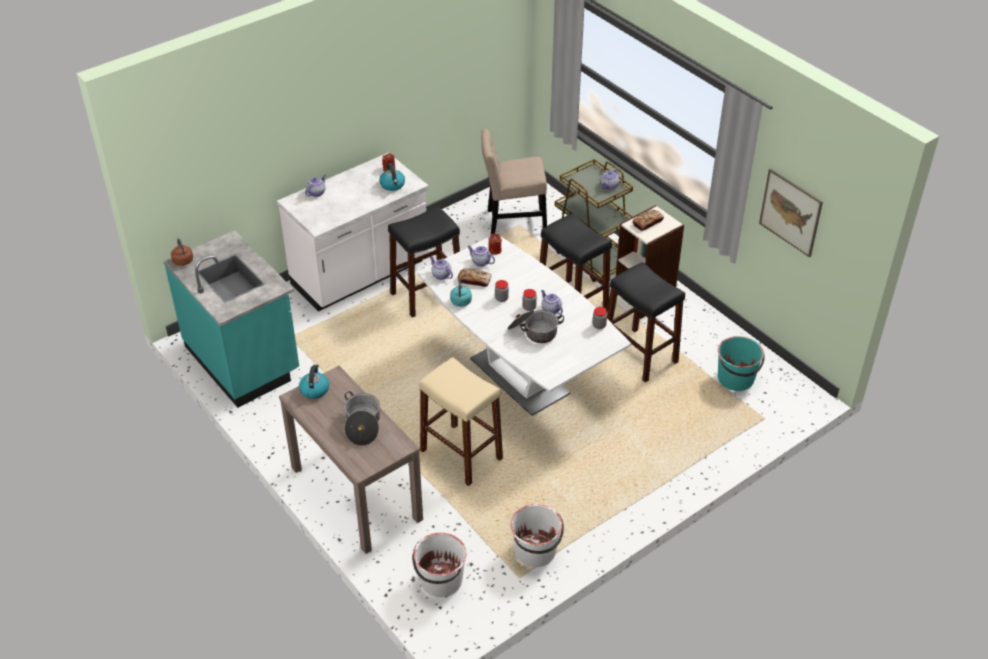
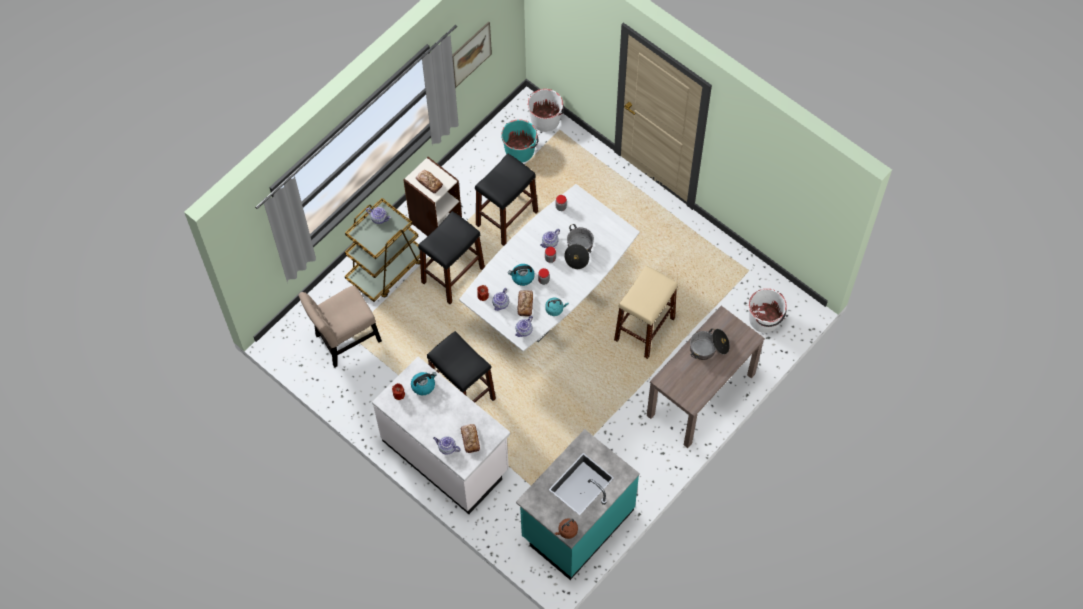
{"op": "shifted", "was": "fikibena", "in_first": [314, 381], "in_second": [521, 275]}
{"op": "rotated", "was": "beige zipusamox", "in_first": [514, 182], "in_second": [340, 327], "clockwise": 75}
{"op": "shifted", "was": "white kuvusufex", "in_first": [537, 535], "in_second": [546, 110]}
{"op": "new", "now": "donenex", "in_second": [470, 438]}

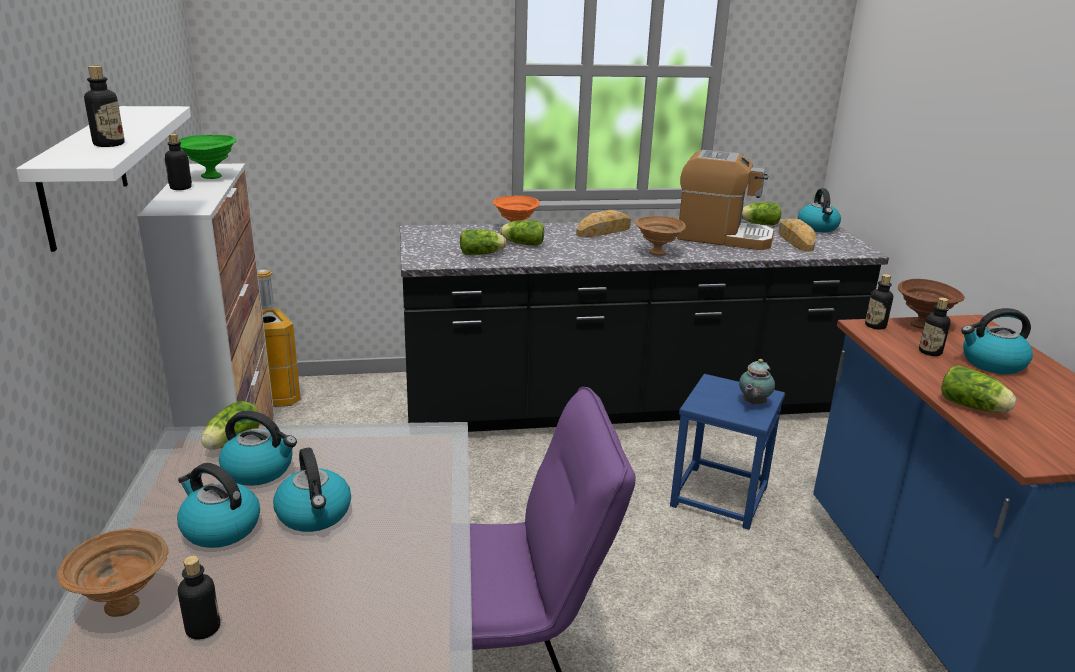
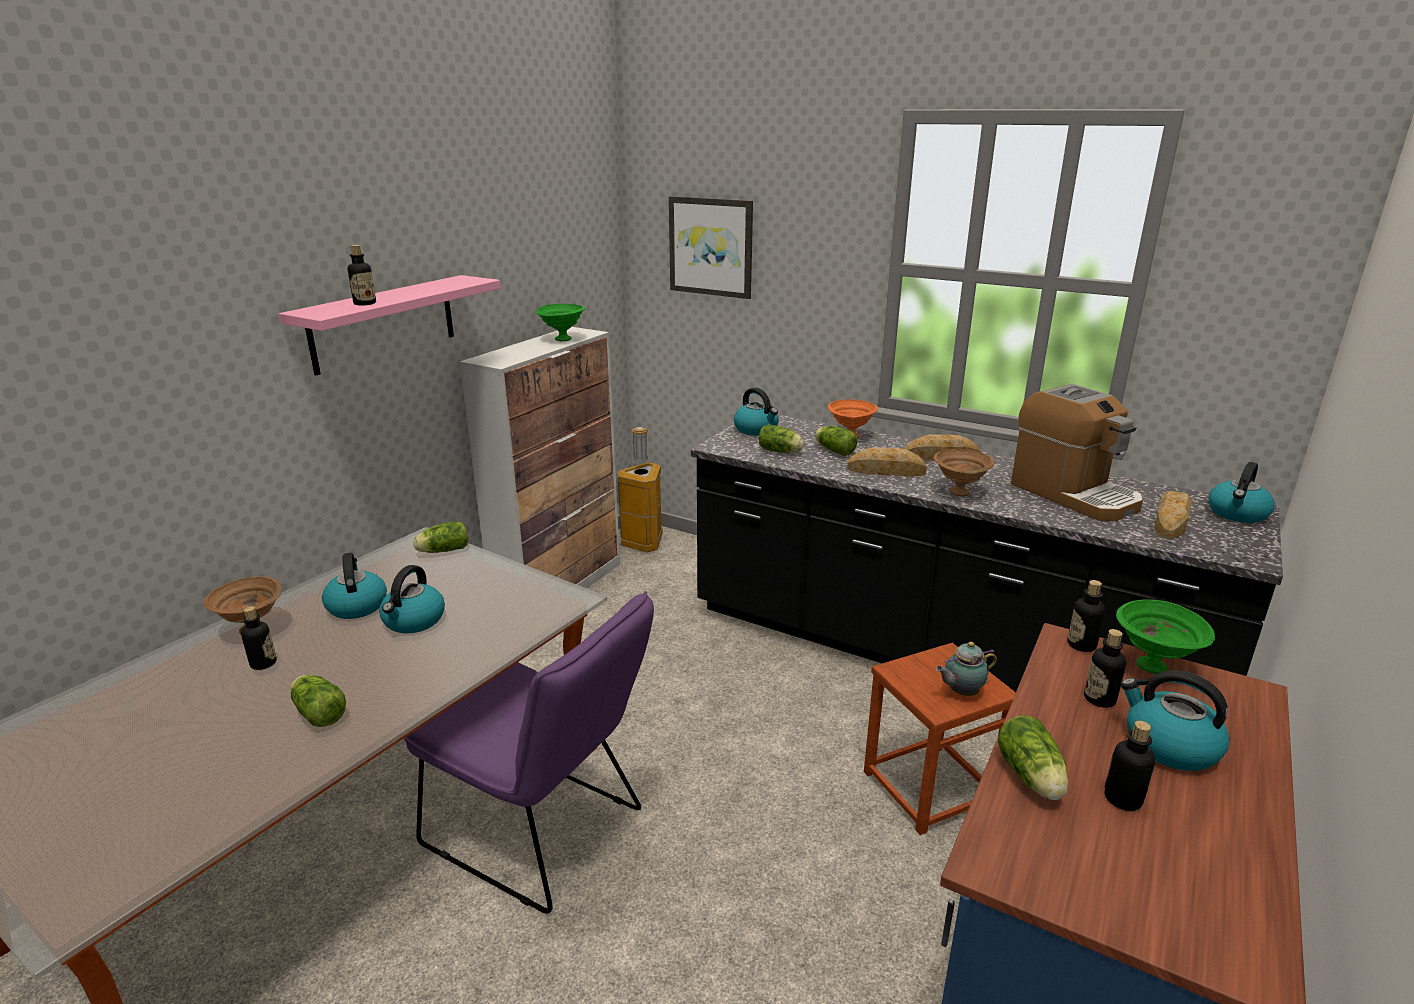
{"op": "repainted", "was": "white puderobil", "now": "pink puderobil", "in_first": [103, 179], "in_second": [390, 325]}
{"op": "shifted", "was": "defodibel", "in_first": [178, 162], "in_second": [1129, 766]}
{"op": "shifted", "was": "fikibena", "in_first": [258, 448], "in_second": [756, 411]}
{"op": "repainted", "was": "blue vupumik", "now": "brown vupumik", "in_first": [727, 452], "in_second": [940, 739]}
{"op": "shifted", "was": "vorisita", "in_first": [761, 213], "in_second": [318, 701]}
{"op": "repainted", "was": "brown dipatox", "now": "green dipatox", "in_first": [931, 304], "in_second": [1165, 636]}
{"op": "new", "now": "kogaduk", "in_second": [711, 247]}
{"op": "new", "now": "donenex", "in_second": [887, 462]}

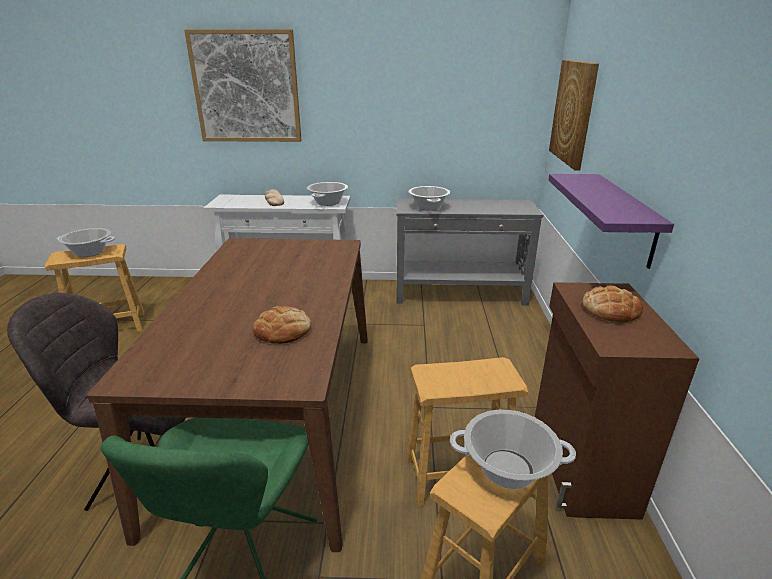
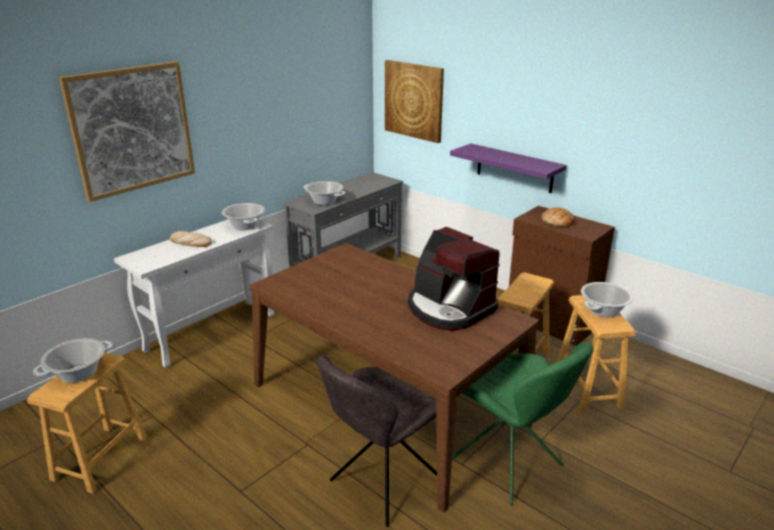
{"op": "swapped", "was": "donenex", "now": "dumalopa", "in_first": [282, 325], "in_second": [454, 279]}

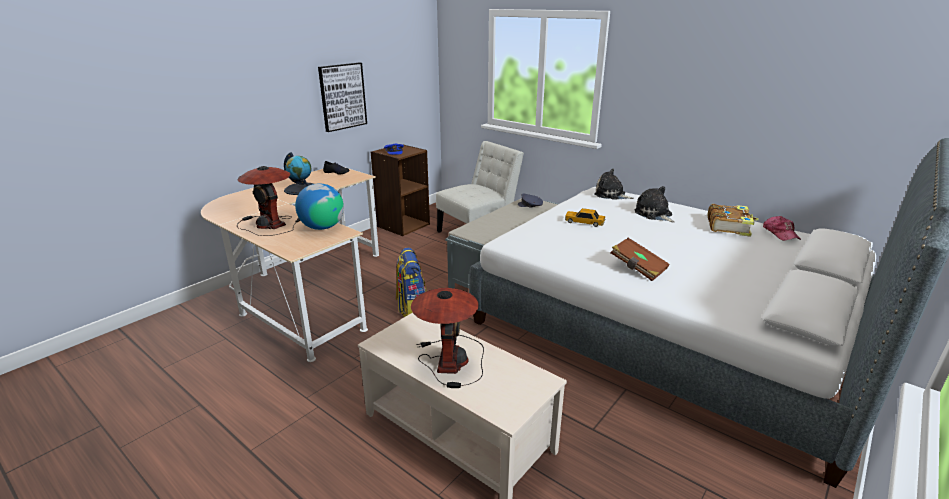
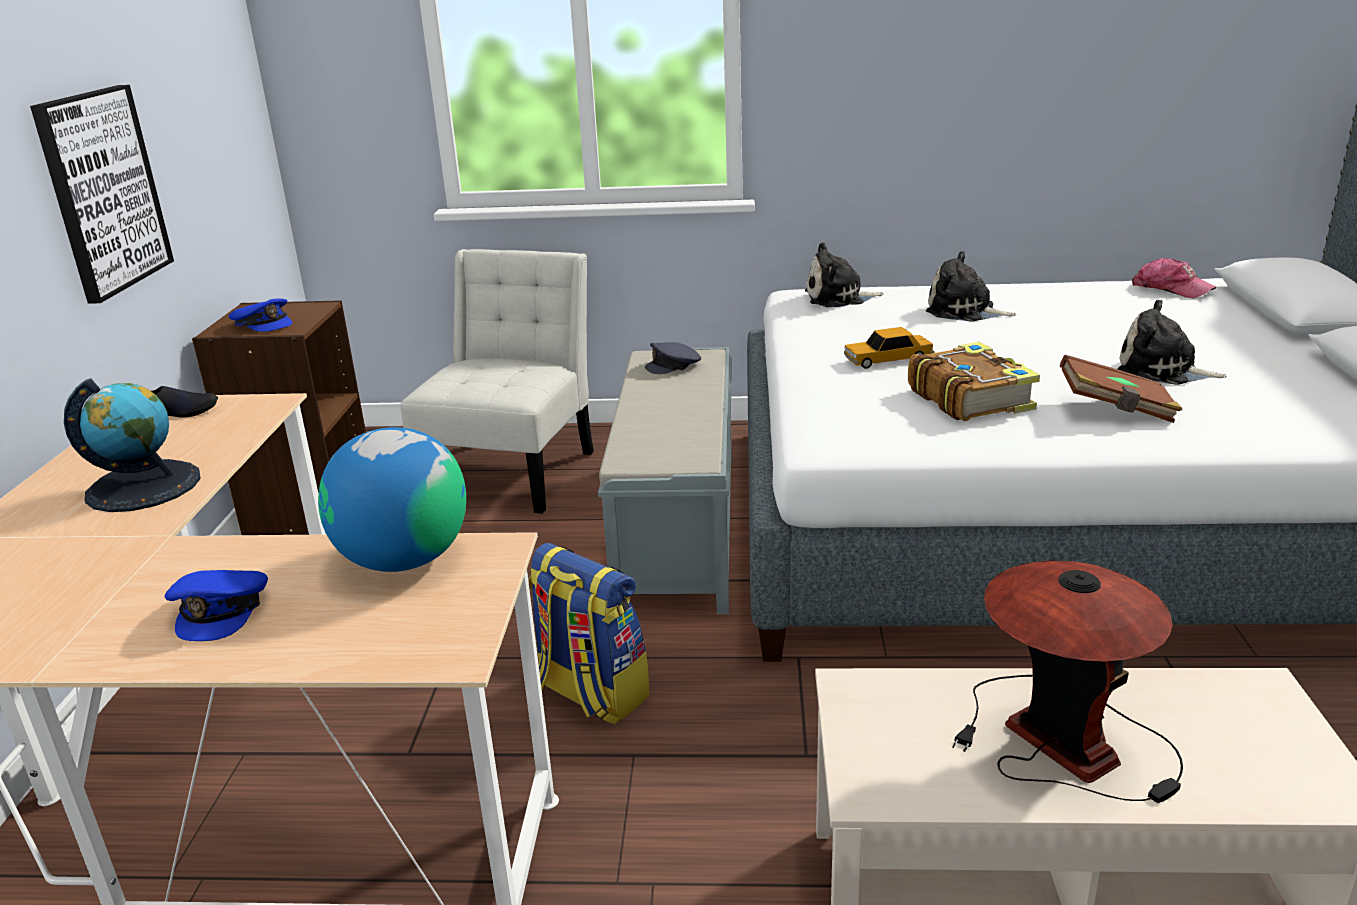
{"op": "swapped", "was": "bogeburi", "now": "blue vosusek", "in_first": [269, 201], "in_second": [216, 605]}
{"op": "shifted", "was": "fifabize", "in_first": [733, 220], "in_second": [974, 381]}
{"op": "new", "now": "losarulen", "in_second": [1172, 342]}

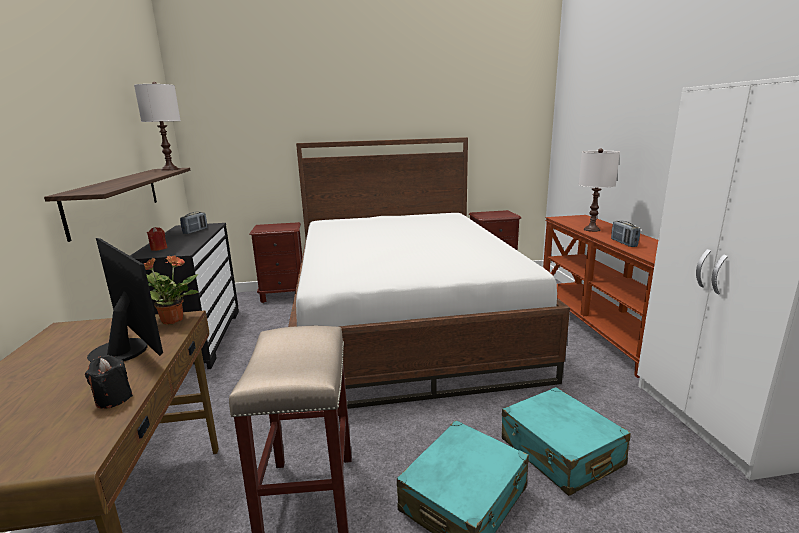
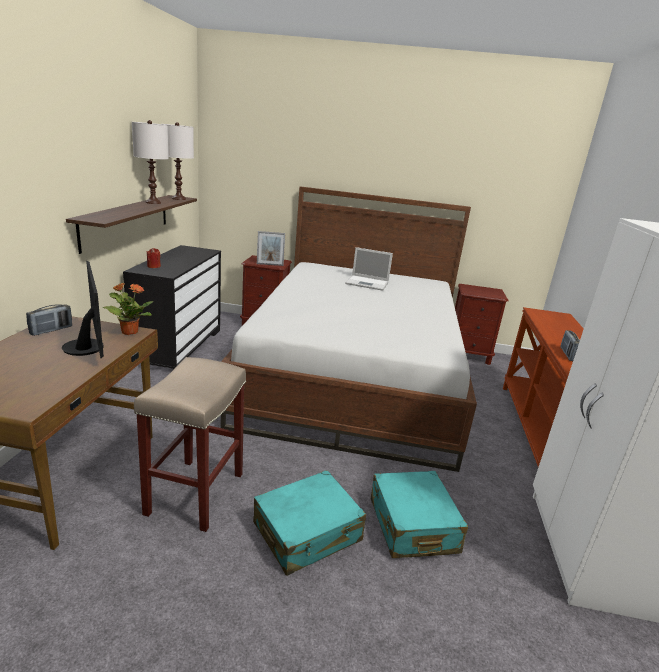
{"op": "gone", "was": "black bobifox", "in_first": [109, 382]}
{"op": "shifted", "was": "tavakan", "in_first": [194, 223], "in_second": [49, 320]}
{"op": "shifted", "was": "white bogeburi", "in_first": [599, 190], "in_second": [150, 162]}
{"op": "new", "now": "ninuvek", "in_second": [271, 248]}
{"op": "new", "now": "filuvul", "in_second": [369, 269]}

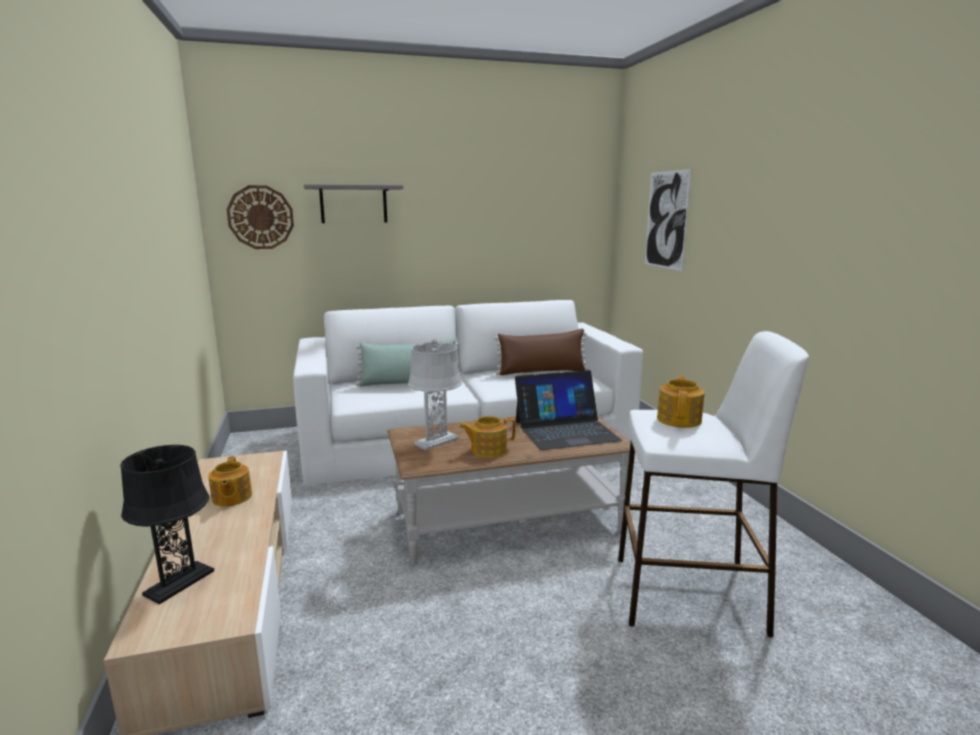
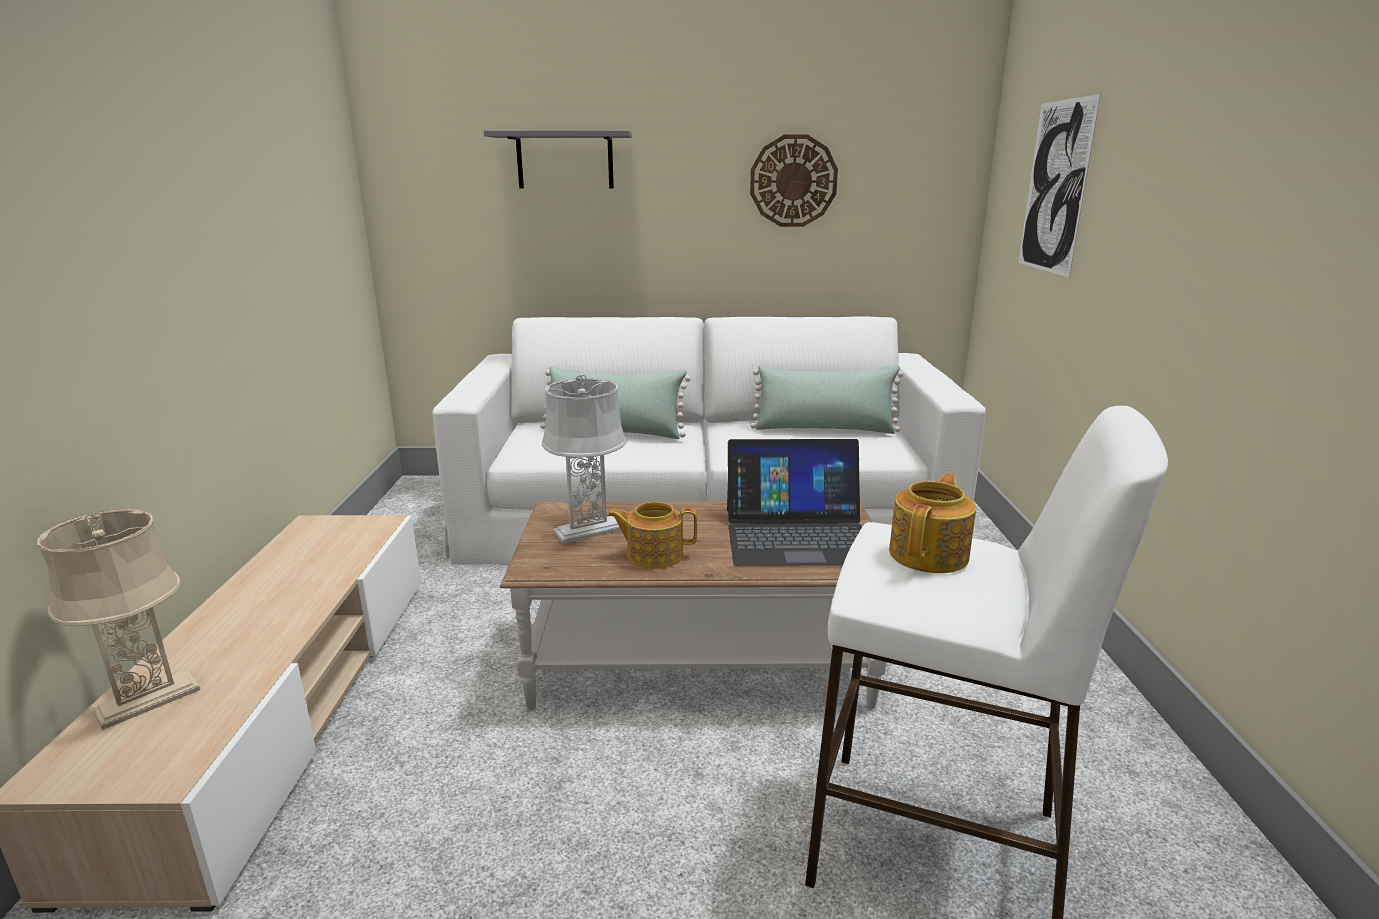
{"op": "repainted", "was": "black bogeburi", "now": "beige bogeburi", "in_first": [167, 524], "in_second": [118, 619]}
{"op": "gone", "was": "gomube", "in_first": [230, 481]}
{"op": "shifted", "was": "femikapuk", "in_first": [260, 217], "in_second": [794, 181]}
{"op": "repainted", "was": "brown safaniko", "now": "green safaniko", "in_first": [541, 352], "in_second": [827, 399]}

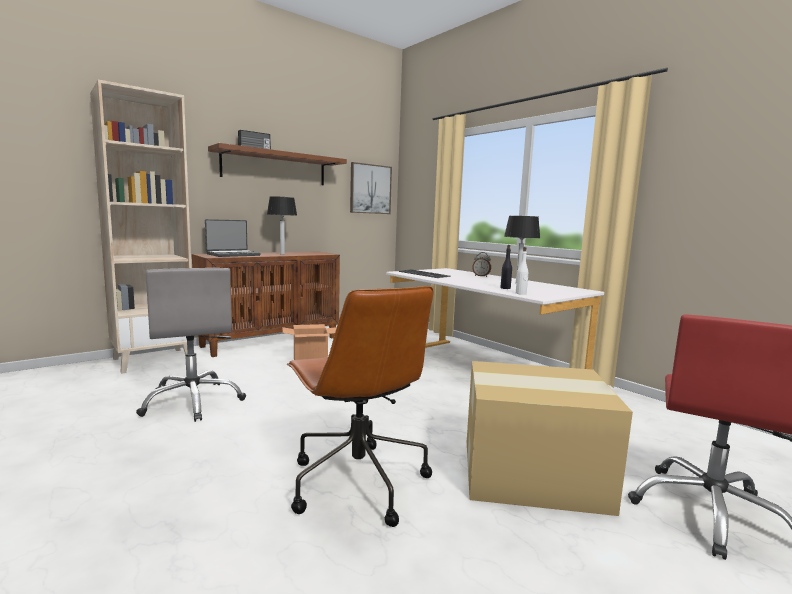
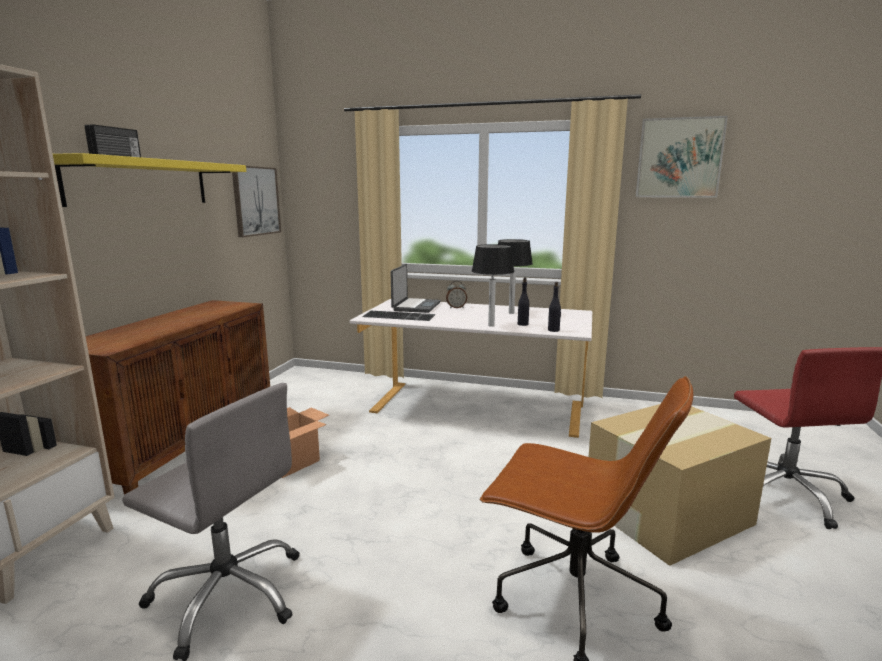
{"op": "shifted", "was": "filuvul", "in_first": [232, 238], "in_second": [416, 288]}
{"op": "repainted", "was": "brown puderobil", "now": "yellow puderobil", "in_first": [277, 164], "in_second": [149, 180]}
{"op": "shifted", "was": "bogeburi", "in_first": [282, 225], "in_second": [493, 285]}
{"op": "repainted", "was": "white defodibel", "now": "black defodibel", "in_first": [522, 271], "in_second": [554, 307]}
{"op": "new", "now": "kogaduk", "in_second": [682, 157]}

